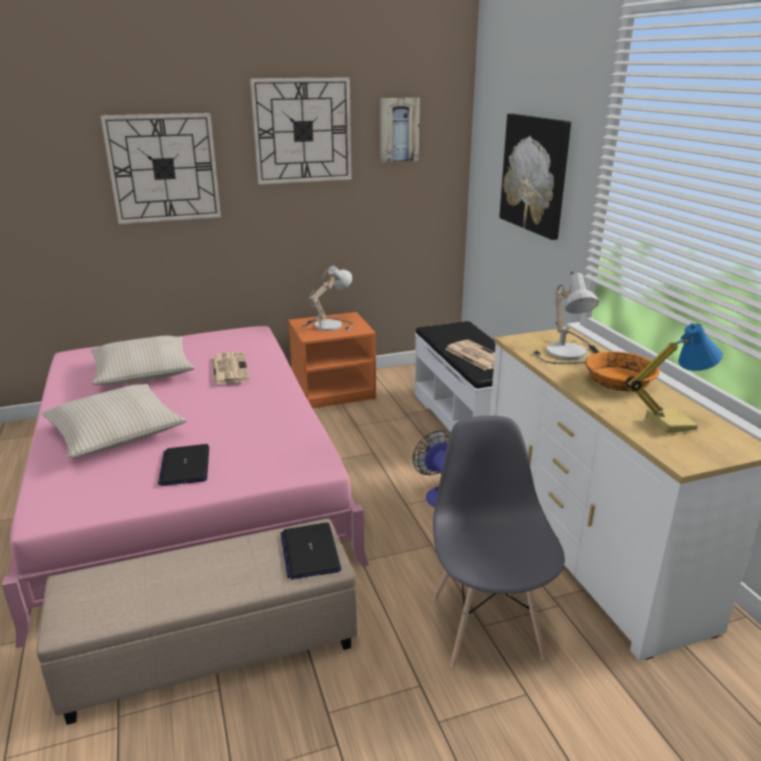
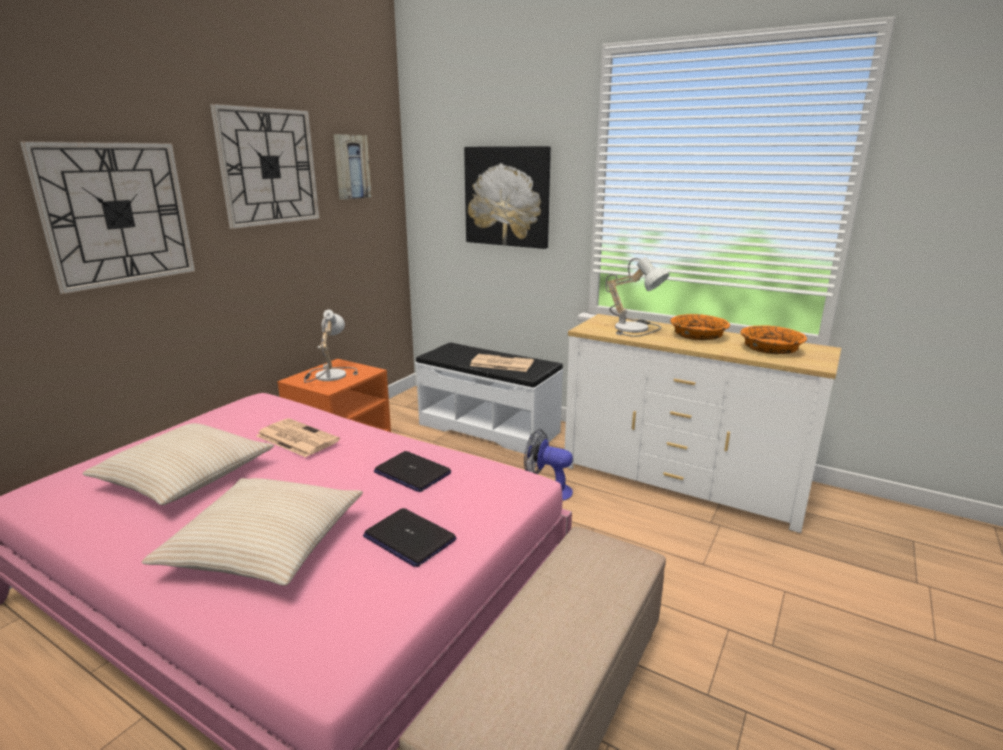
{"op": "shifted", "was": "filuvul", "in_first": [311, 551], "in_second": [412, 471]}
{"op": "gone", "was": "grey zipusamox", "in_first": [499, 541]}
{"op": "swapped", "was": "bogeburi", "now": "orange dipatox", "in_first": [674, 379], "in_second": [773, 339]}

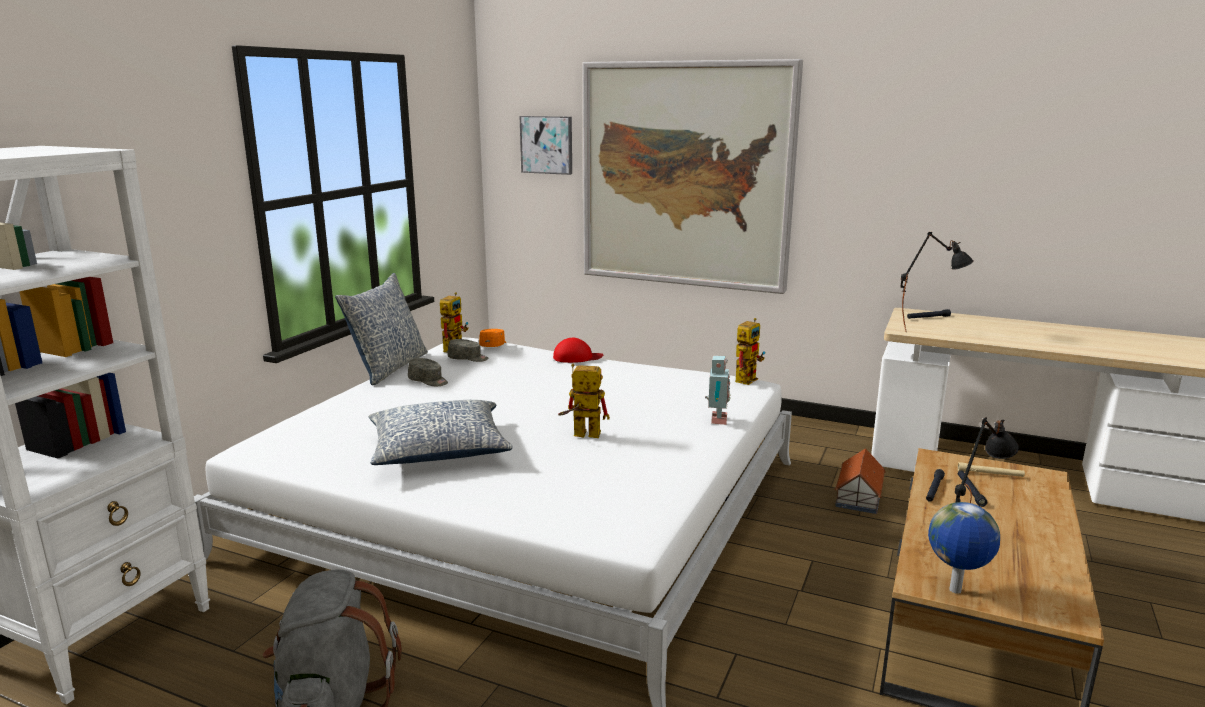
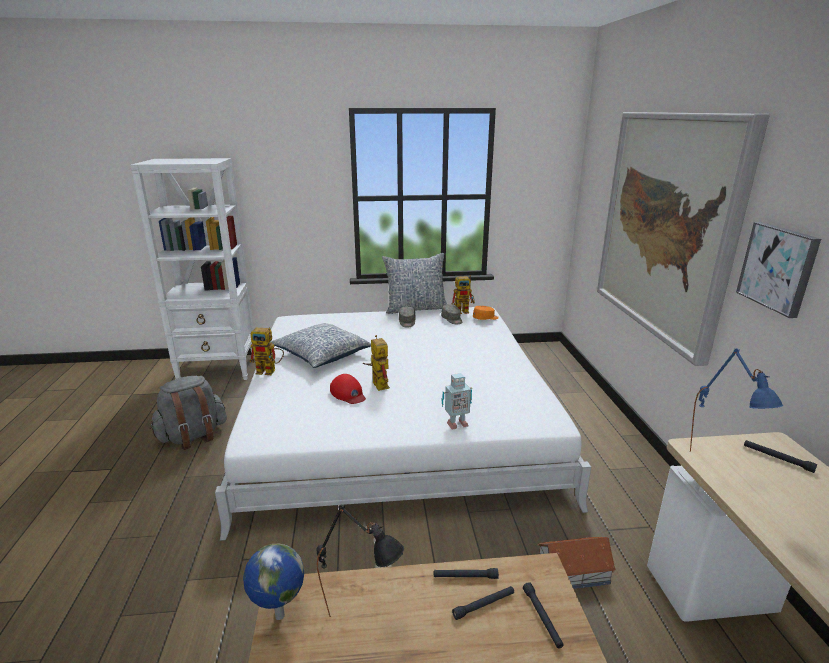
{"op": "shifted", "was": "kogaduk", "in_first": [546, 145], "in_second": [778, 270]}
{"op": "shifted", "was": "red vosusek", "in_first": [578, 350], "in_second": [348, 389]}
{"op": "shifted", "was": "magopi", "in_first": [750, 351], "in_second": [267, 351]}
{"op": "repainted", "was": "black bogeburi", "now": "blue bogeburi", "in_first": [937, 282], "in_second": [737, 400]}
{"op": "repainted", "was": "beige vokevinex", "now": "black vokevinex", "in_first": [991, 469], "in_second": [543, 615]}

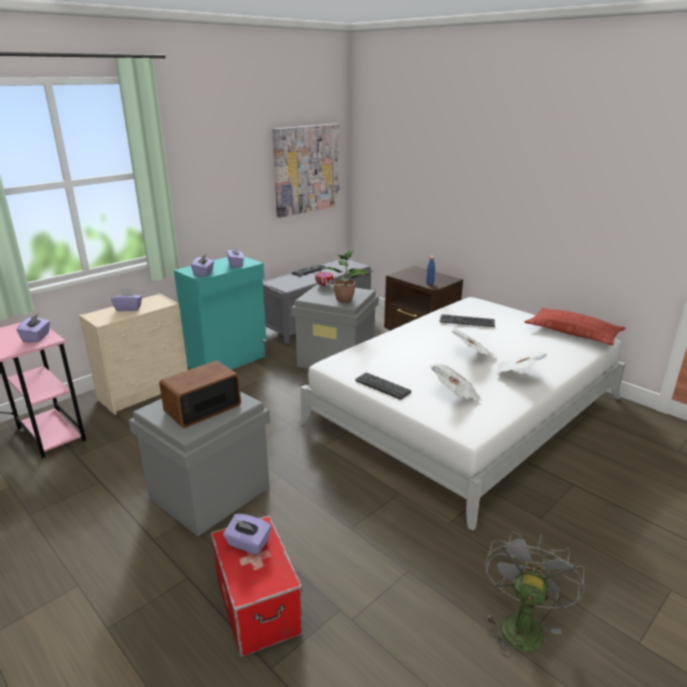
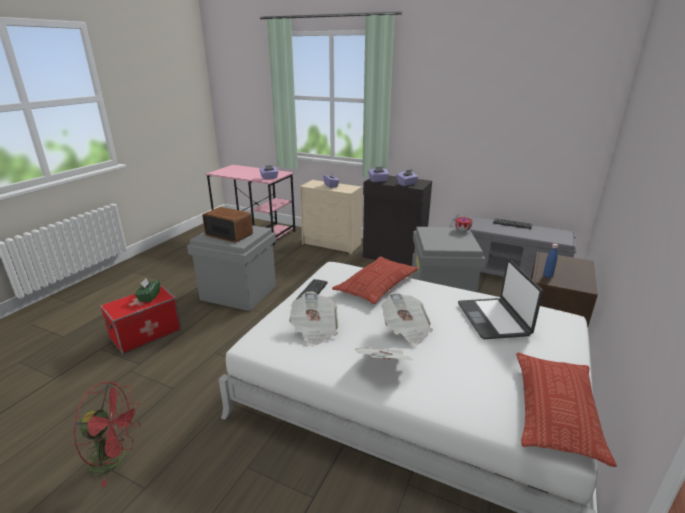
{"op": "repainted", "was": "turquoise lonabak", "now": "black lonabak", "in_first": [221, 313], "in_second": [397, 221]}
{"op": "repainted", "was": "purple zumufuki", "now": "green zumufuki", "in_first": [247, 534], "in_second": [147, 290]}
{"op": "gone", "was": "kogaduk", "in_first": [305, 171]}
{"op": "gone", "was": "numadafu", "in_first": [344, 276]}
{"op": "swapped", "was": "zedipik", "now": "filuvul", "in_first": [467, 320], "in_second": [500, 299]}
{"op": "repainted", "was": "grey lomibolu", "now": "red lomibolu", "in_first": [534, 594], "in_second": [106, 434]}
{"op": "new", "now": "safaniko", "in_second": [375, 280]}

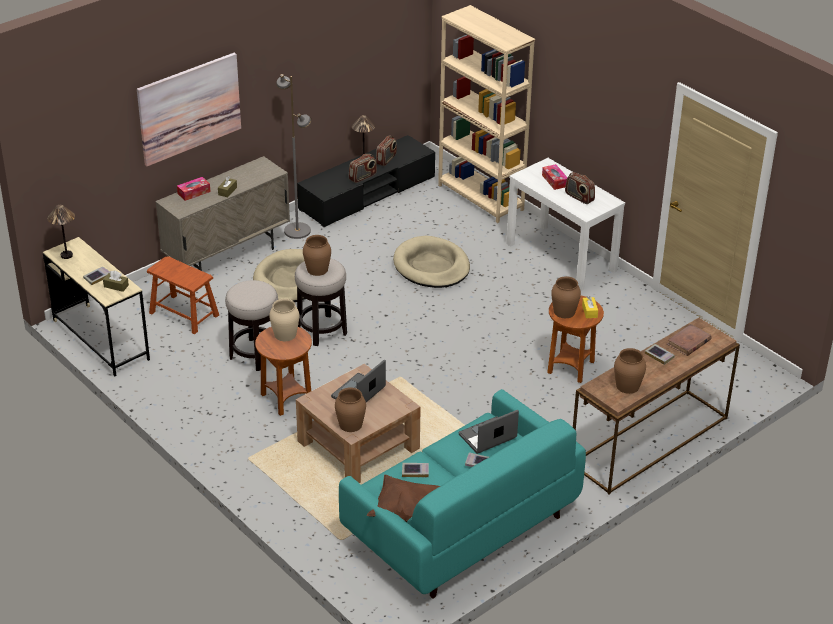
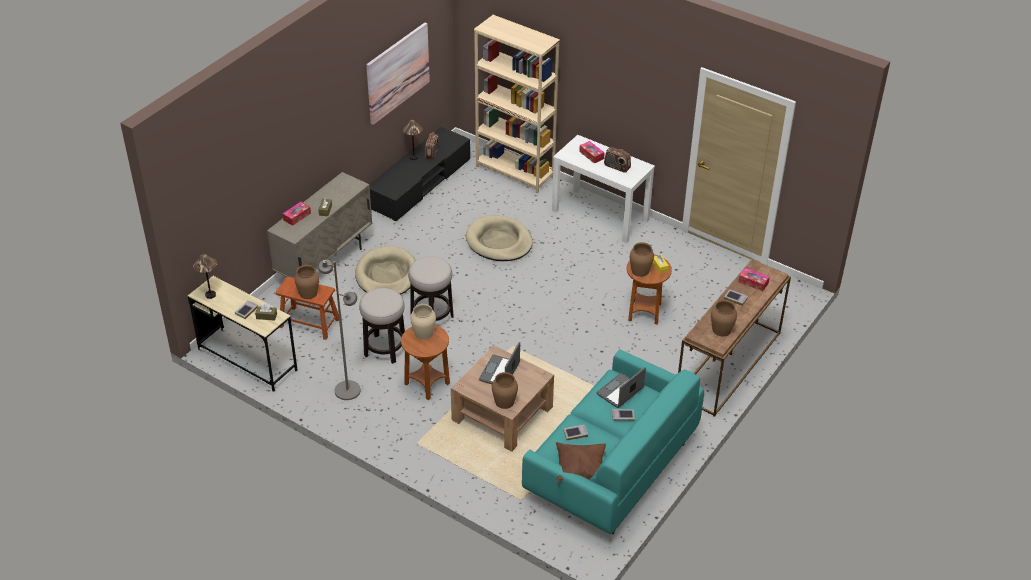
{"op": "shifted", "was": "kogaduk", "in_first": [189, 109], "in_second": [398, 74]}
{"op": "shifted", "was": "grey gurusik", "in_first": [293, 156], "in_second": [339, 330]}
{"op": "shifted", "was": "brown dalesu", "in_first": [317, 255], "in_second": [306, 282]}
{"op": "gone", "was": "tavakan", "in_first": [363, 168]}
{"op": "swapped", "was": "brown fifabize", "now": "zumufuki", "in_first": [689, 340], "in_second": [754, 279]}

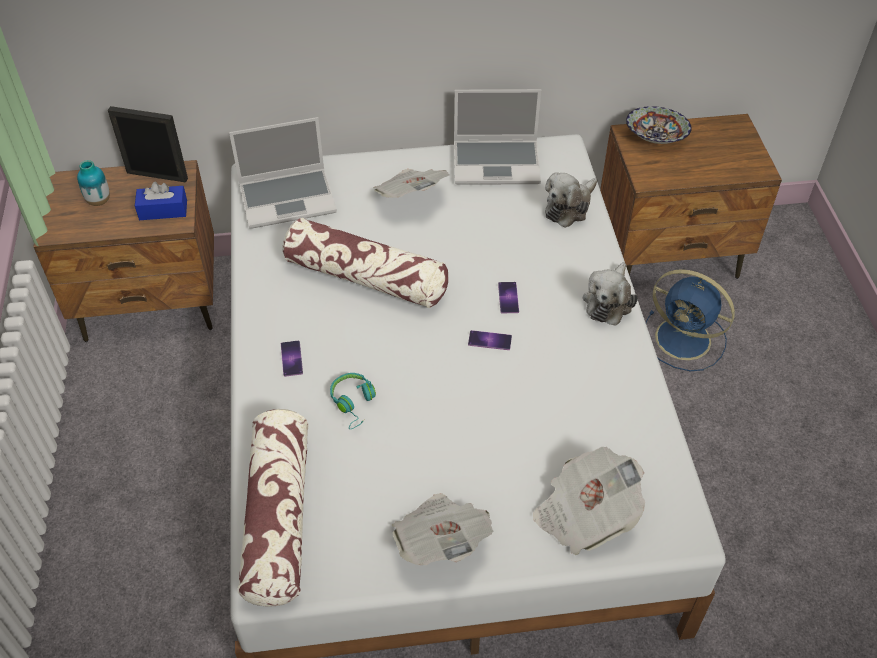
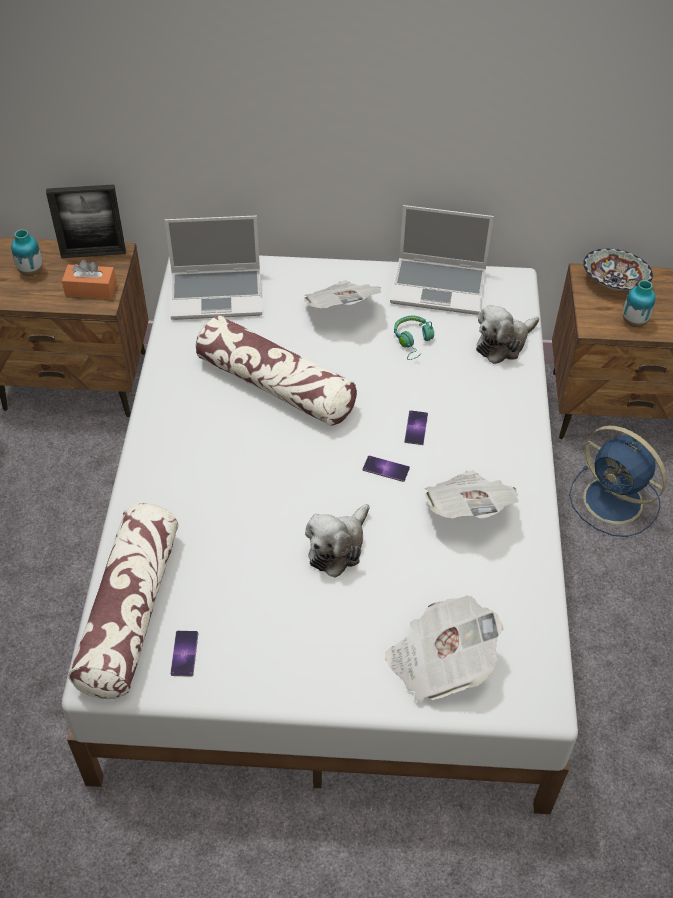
{"op": "rotated", "was": "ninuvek", "in_first": [148, 144], "in_second": [86, 221], "clockwise": 150}
{"op": "repainted", "was": "blue zumufuki", "now": "orange zumufuki", "in_first": [161, 201], "in_second": [89, 279]}
{"op": "shifted", "was": "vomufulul", "in_first": [292, 358], "in_second": [184, 654]}
{"op": "shifted", "was": "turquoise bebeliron", "in_first": [353, 401], "in_second": [414, 338]}
{"op": "shifted", "was": "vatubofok", "in_first": [442, 529], "in_second": [472, 495]}
{"op": "shifted", "was": "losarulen", "in_first": [610, 294], "in_second": [337, 541]}
{"op": "new", "now": "dalesu", "in_second": [639, 303]}

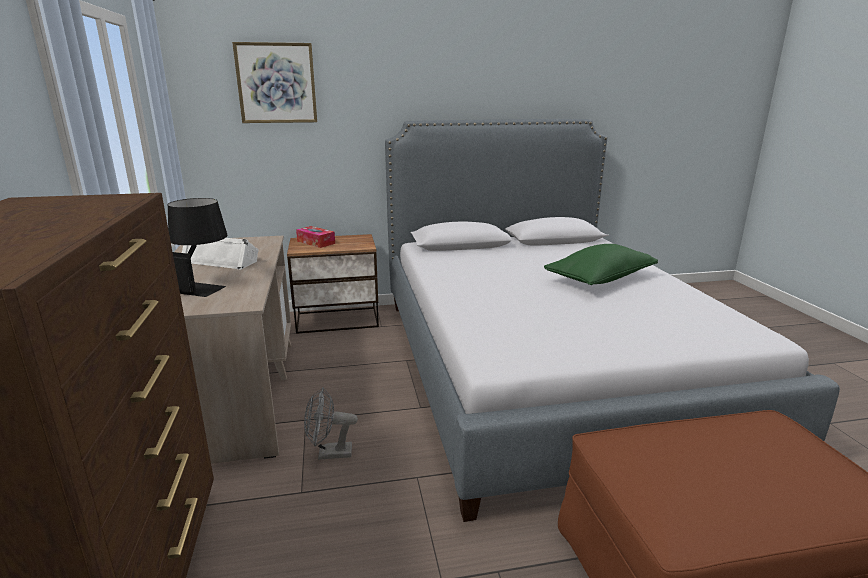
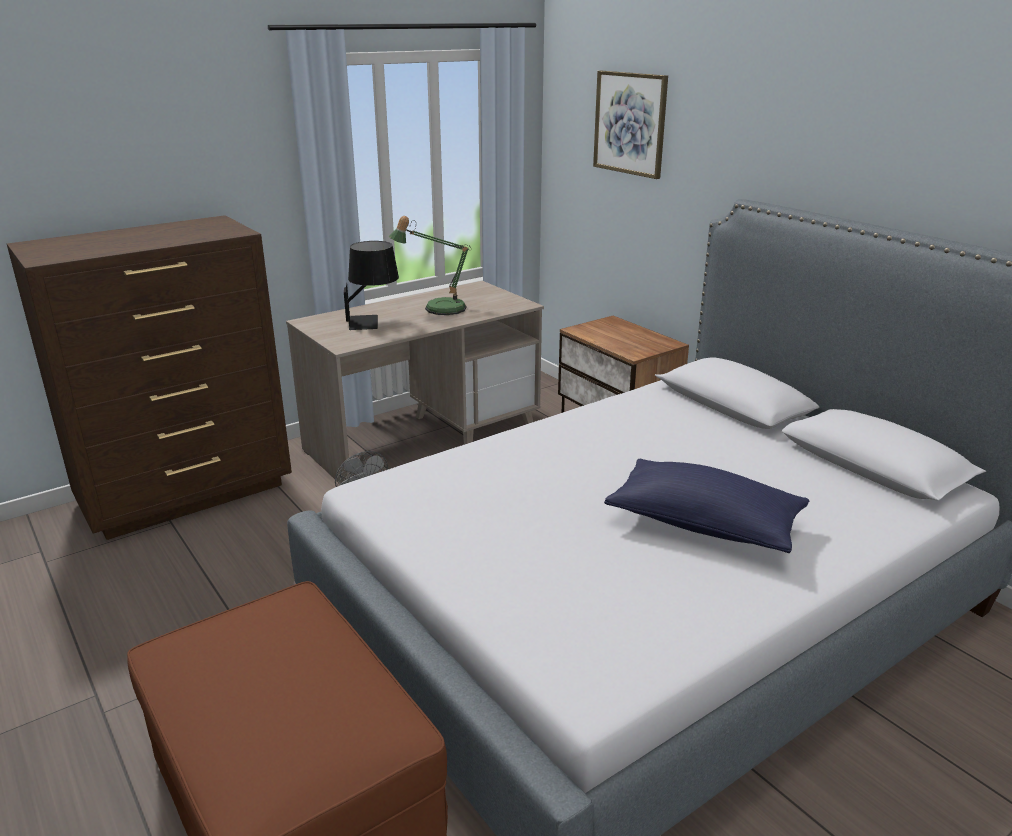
{"op": "swapped", "was": "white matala", "now": "bogeburi", "in_first": [220, 254], "in_second": [430, 265]}
{"op": "gone", "was": "zumufuki", "in_first": [315, 237]}
{"op": "repainted", "was": "green safaniko", "now": "blue safaniko", "in_first": [601, 264], "in_second": [706, 506]}

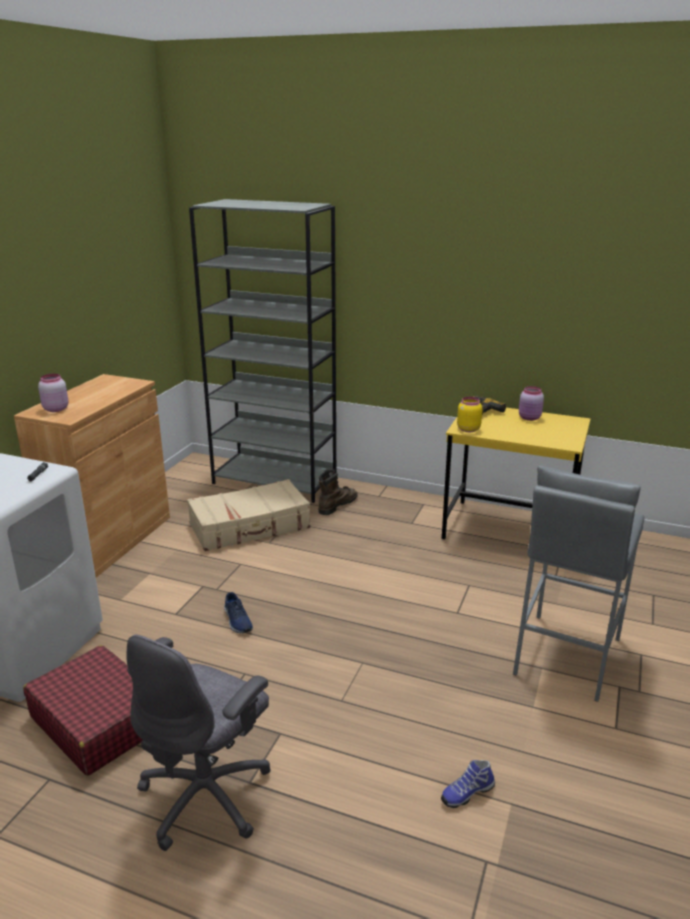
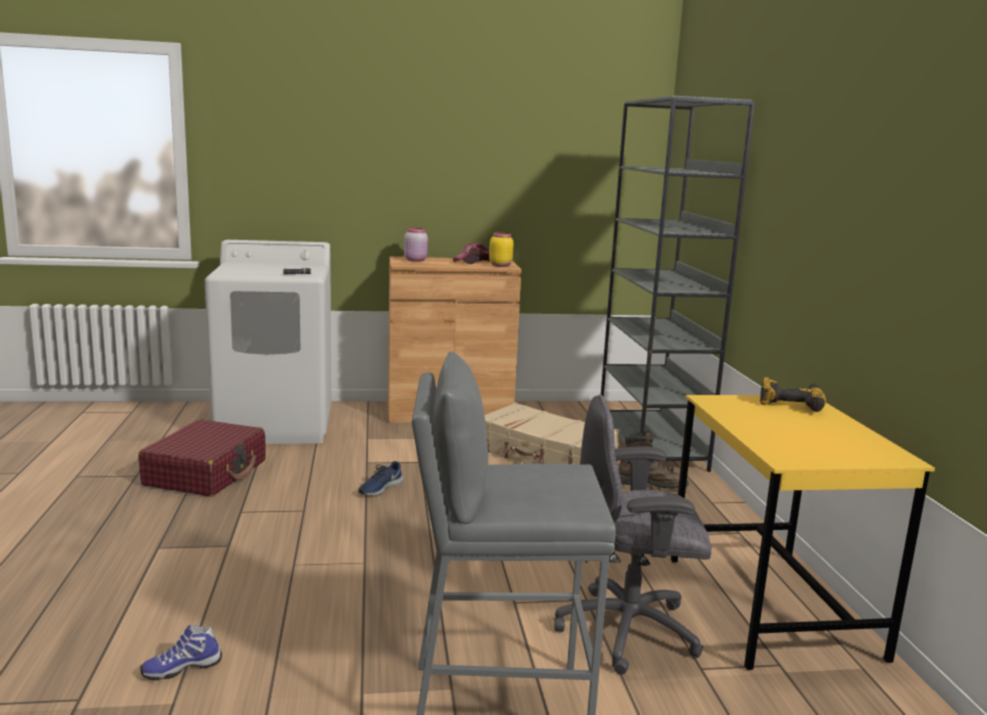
{"op": "shifted", "was": "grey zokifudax", "in_first": [198, 743], "in_second": [633, 535]}
{"op": "rotated", "was": "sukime", "in_first": [468, 784], "in_second": [181, 653], "clockwise": -60}
{"op": "shifted", "was": "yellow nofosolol", "in_first": [469, 414], "in_second": [501, 249]}
{"op": "gone", "was": "pink nofosolol", "in_first": [531, 403]}
{"op": "new", "now": "vosusek", "in_second": [471, 253]}

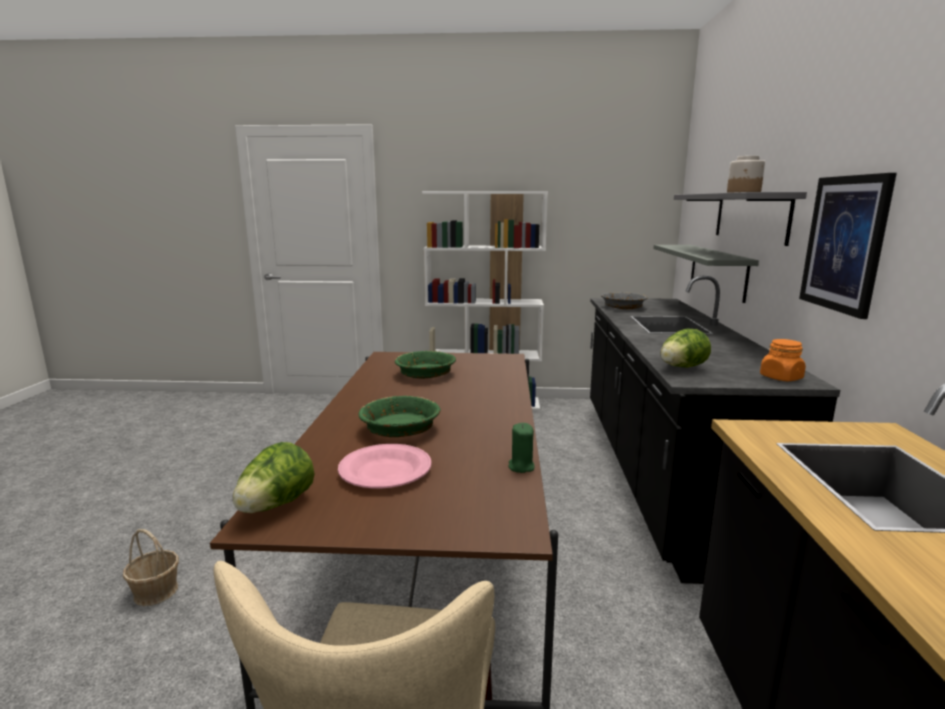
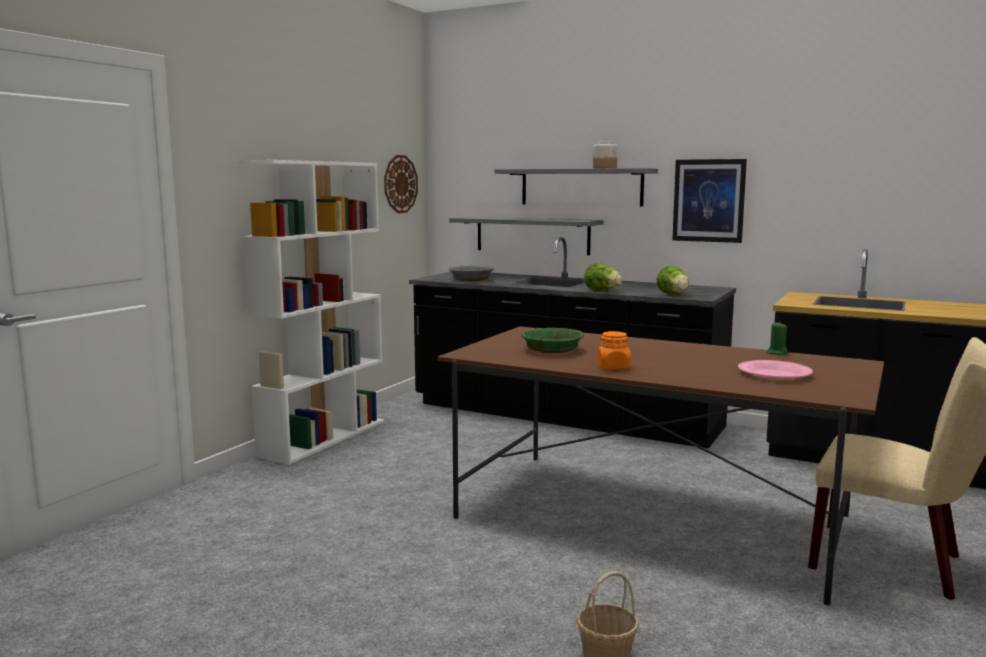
{"op": "shifted", "was": "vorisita", "in_first": [273, 477], "in_second": [603, 277]}
{"op": "gone", "was": "green dipatox", "in_first": [399, 416]}
{"op": "shifted", "was": "orange nofosolol", "in_first": [783, 360], "in_second": [614, 350]}
{"op": "new", "now": "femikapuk", "in_second": [401, 184]}

